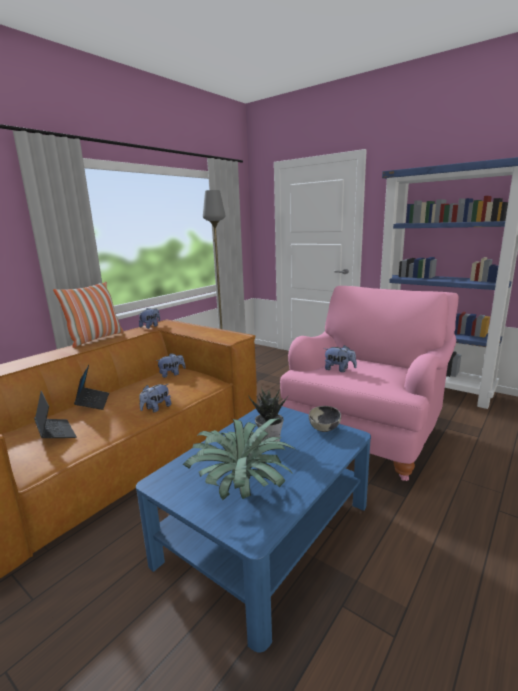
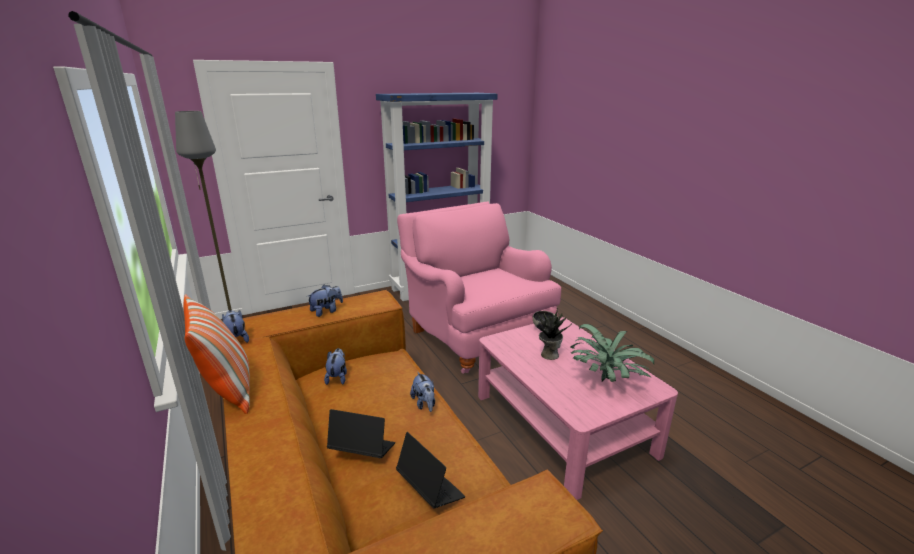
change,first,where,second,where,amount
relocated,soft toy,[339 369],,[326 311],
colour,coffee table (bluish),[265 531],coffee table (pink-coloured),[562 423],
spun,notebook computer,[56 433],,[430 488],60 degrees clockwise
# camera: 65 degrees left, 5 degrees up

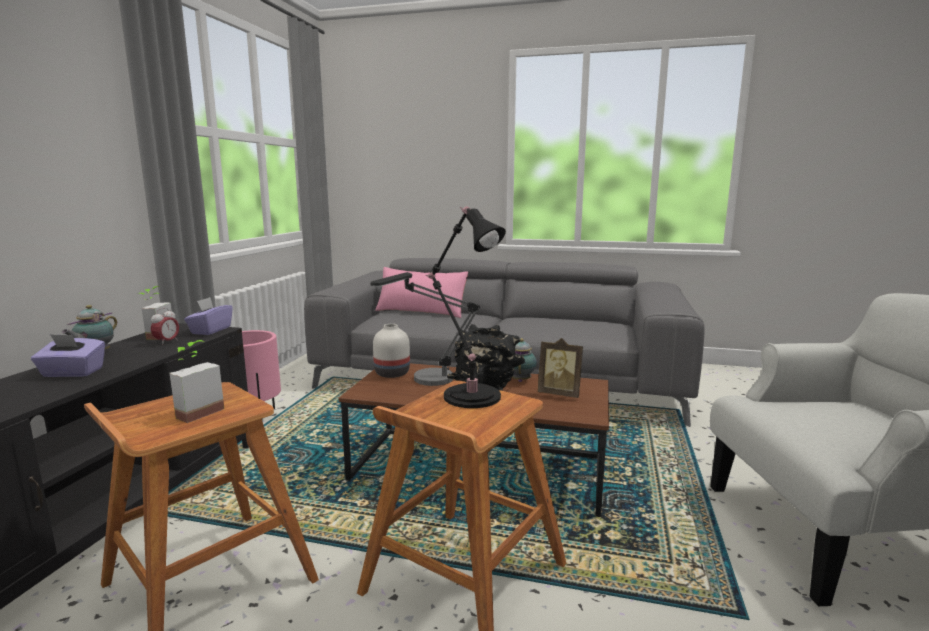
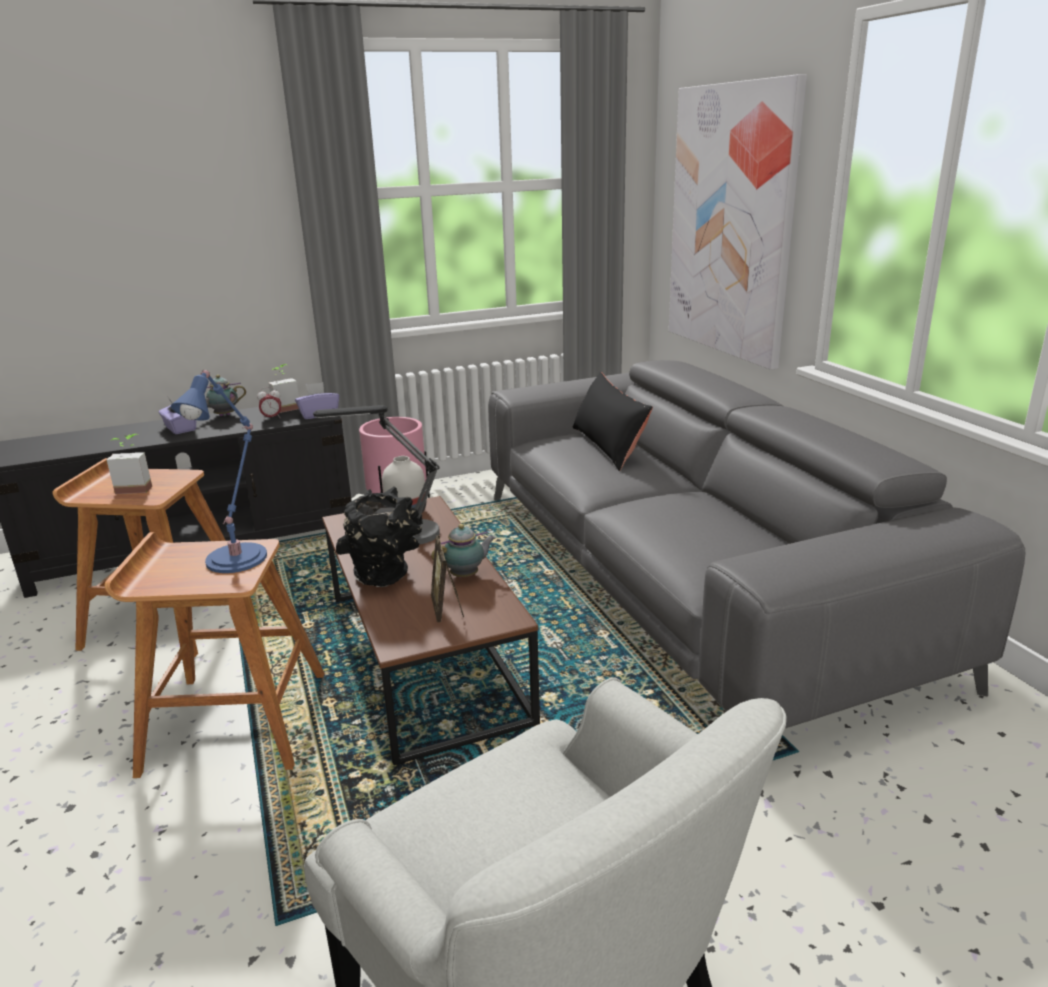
change,first,where,second,where,amount
appeared,,,wall picture,[730 223],
colour,throw pillow (pink-coloured),[421 312],throw pillow (blackish),[609 446],
colour,tabletop lamp (blackish),[468 395],tabletop lamp (bluish),[240 556],
# camera: 55 degrees right, 10 degrees up

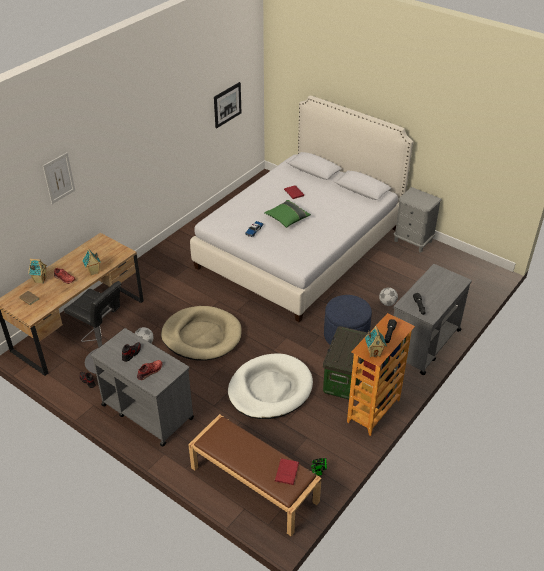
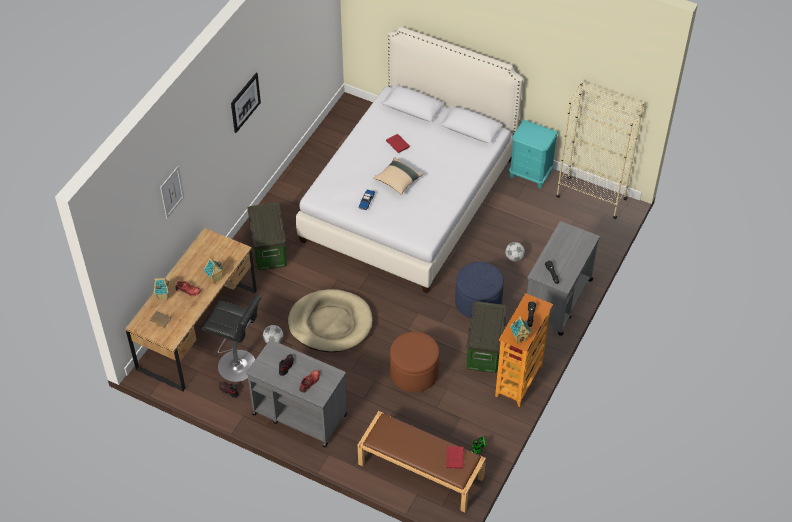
change,first,where,second,where,amount
appeared,,,storage container,[268 250],
appeared,,,shelving unit (beige),[591 198],
relocated,wall picture,[227 105],,[245 102],
exchanged,dog bed (white),[270 389],footrest (brownish),[414 373],
colour,throw pillow (green),[287 219],throw pillow (beige),[398 181],
colour,night table (greyish),[413 241],night table (turquoise-coloured),[530 174],
# camera: 10 degrees left, 10 degrees up

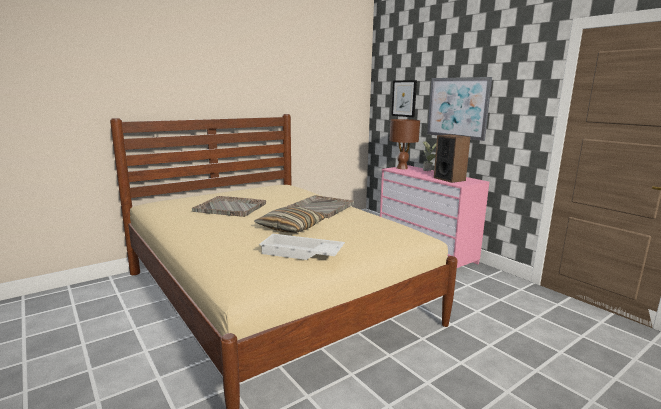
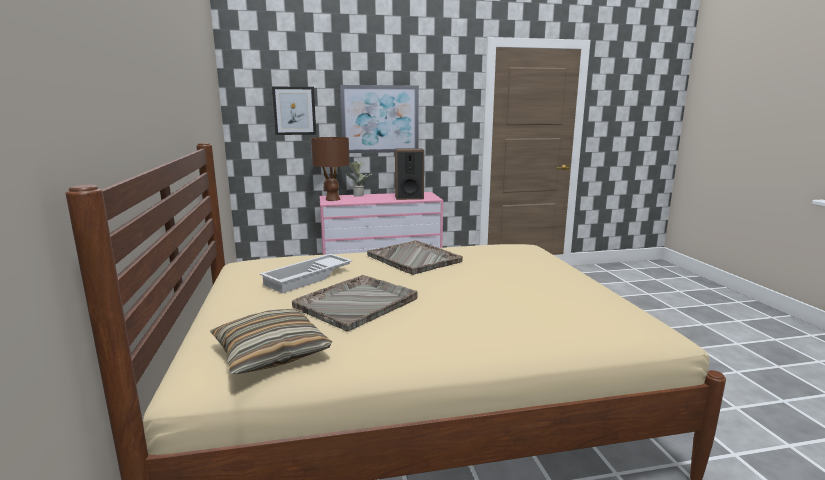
change,first,where,second,where,amount
relocated,throw pillow,[291 228],,[271 353],
relocated,tray (white),[301 253],,[308 278],
# camera: 65 degrees left, 0 degrees up

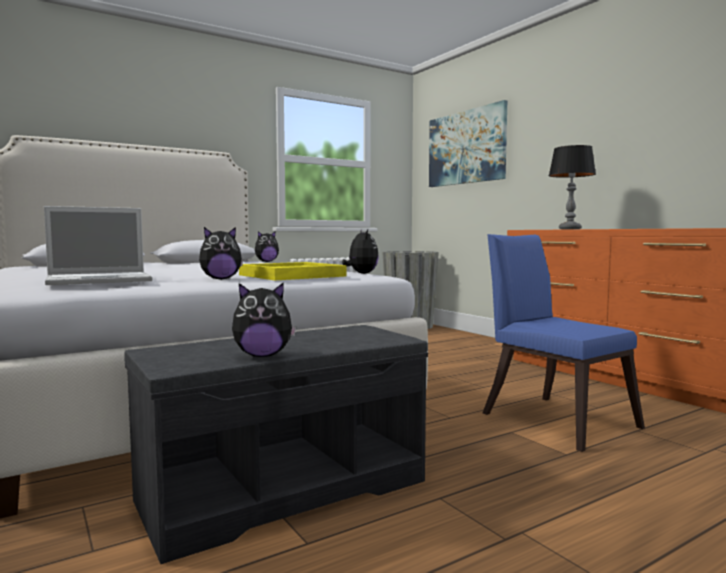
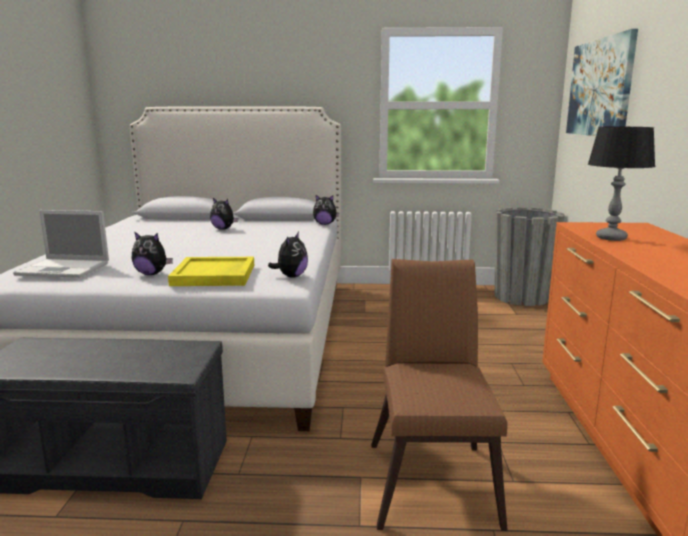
change,first,where,second,where,amount
relocated,soft toy,[263 356],,[223 229],
colour,plain chair (bluish),[553 418],plain chair (brownish),[432 477],
# camera: 35 degrees right, 10 degrees up

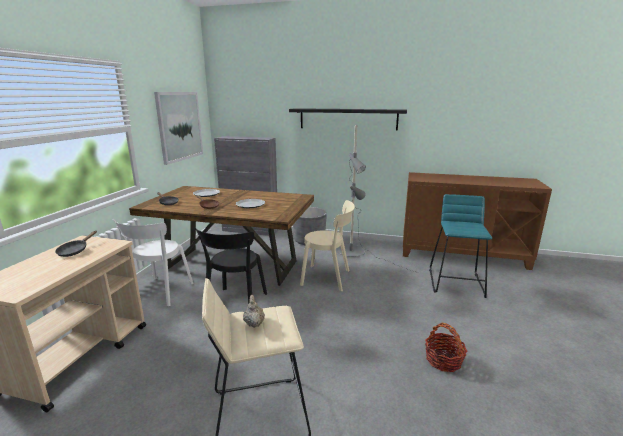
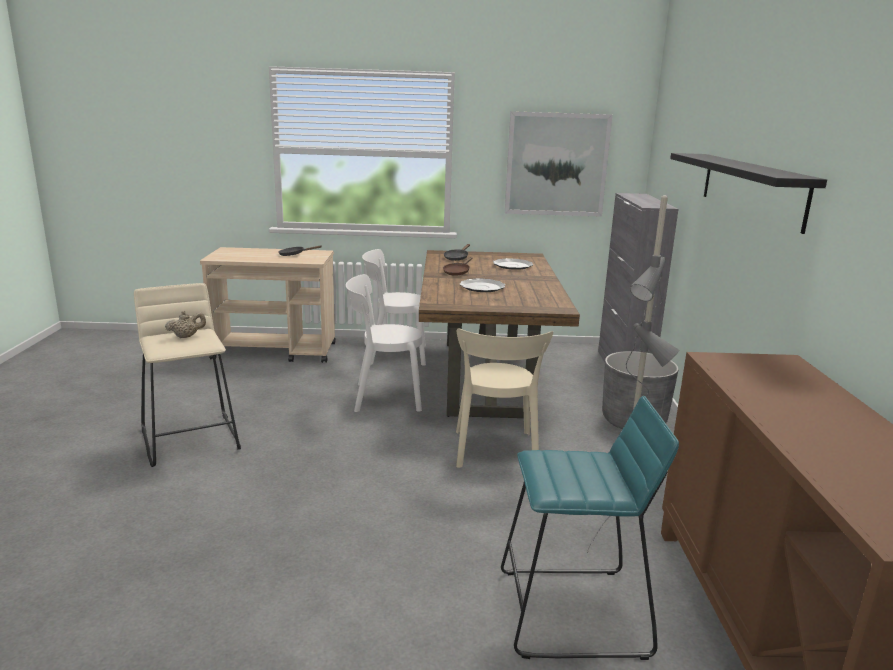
change,first,where,second,where,amount
missing,basket,[443 360],,,
colour,plain chair (blackish),[235 305],plain chair (white),[383 397],
# camera: 75 degrees right, 0 degrees up

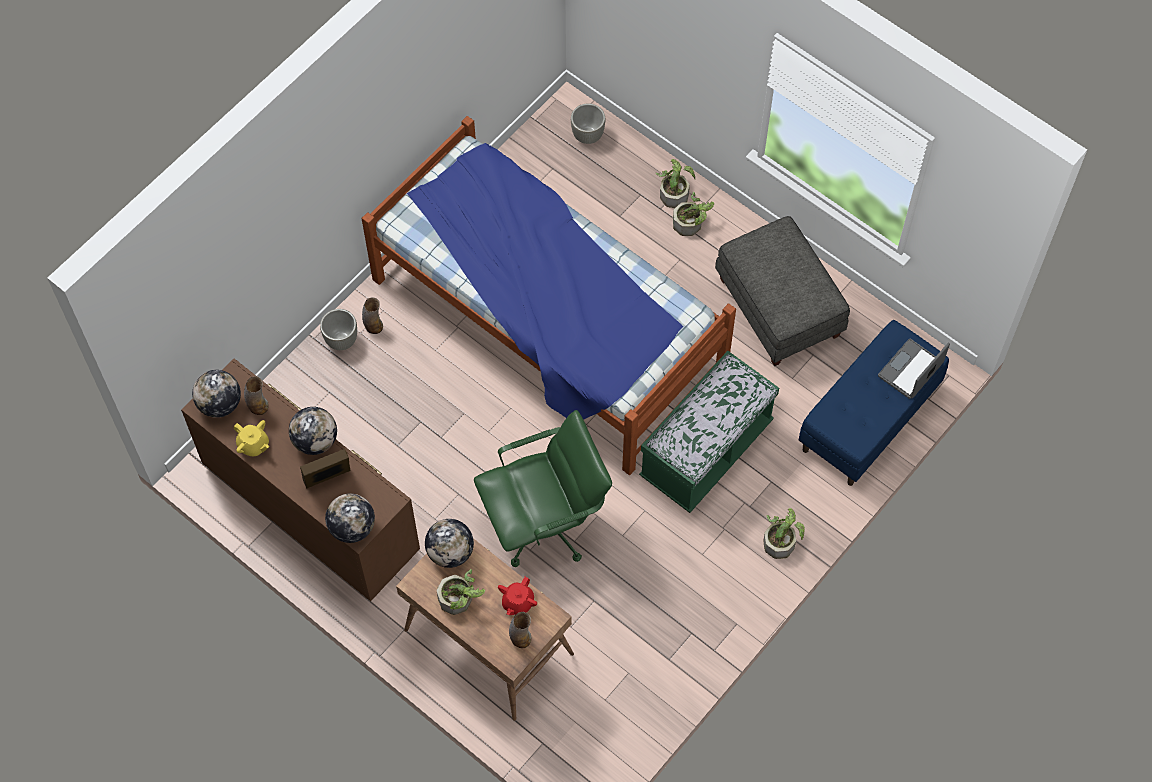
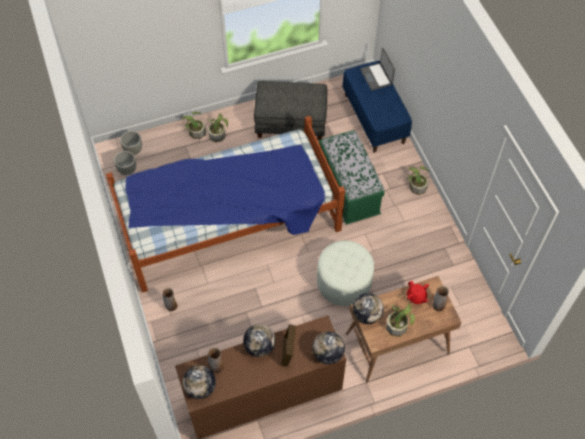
change,first,where,second,where,amount
missing,tea pot (yellow-coloured),[253 445],,,
relocated,planter (greyish),[341 340],,[127 170],
exchanged,desk chair (green),[545 522],footrest (white),[344 282],
# camera: 60 degrees left, 5 degrees down

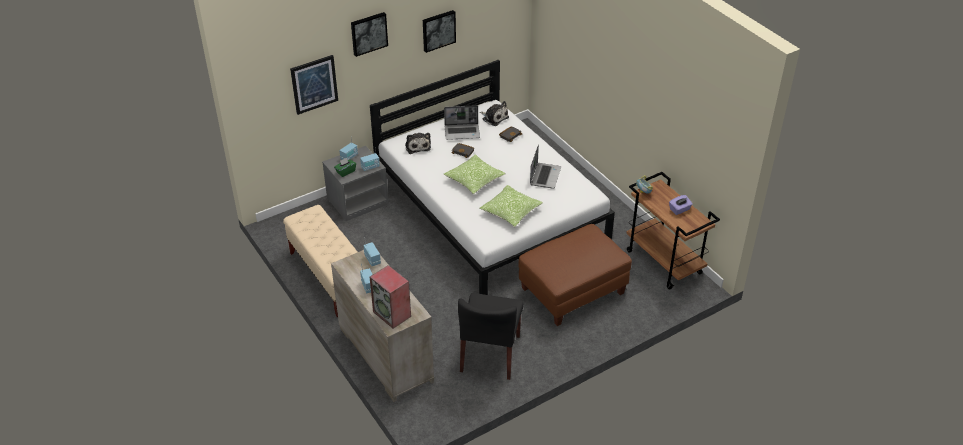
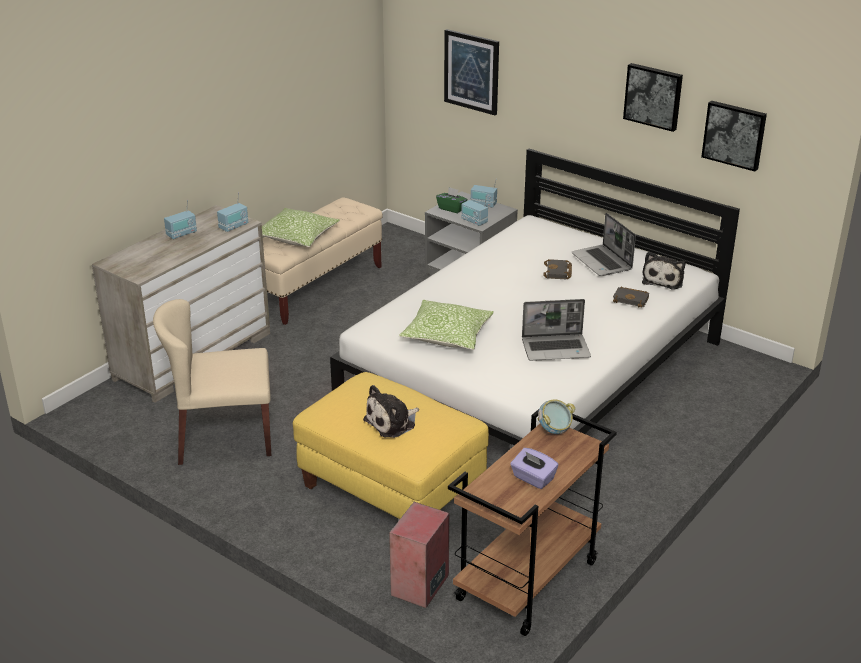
change,first,where,second,where,amount
relocated,wall picture,[368 33],,[734 134],
relocated,speaker,[392 314],,[420 586],
relocated,soft toy,[417 146],,[392 422],
relocated,throw pillow,[474 180],,[297 237],
colour,plain chair (blackish),[490 354],plain chair (beige),[223 437],
colour,footrest (brownish),[572 291],footrest (yellow-coloured),[392 488],
# camera: 70 degrees right, 10 degrees down

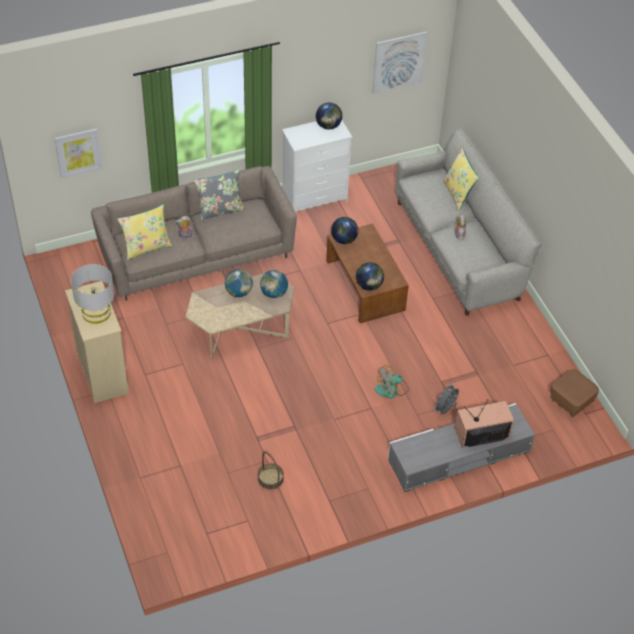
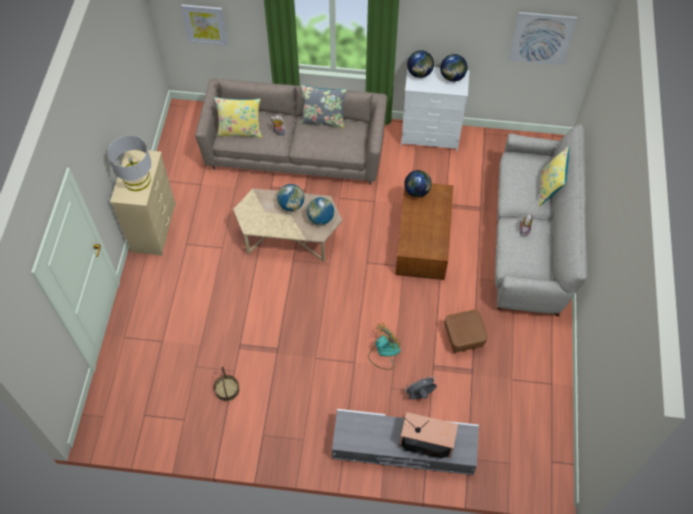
change,first,where,second,where,amount
relocated,globe,[369 286],,[419 73],
relocated,footrest (brownish),[571 402],,[463 338],
spun,electric fan,[391 389],,[383 352],135 degrees clockwise
# camera: 30 degrees right, 10 degrees up

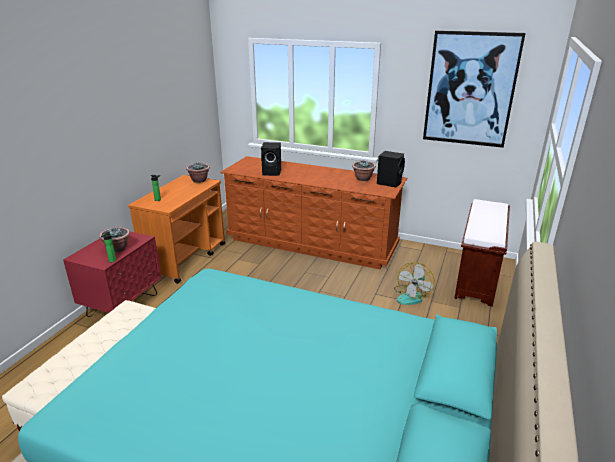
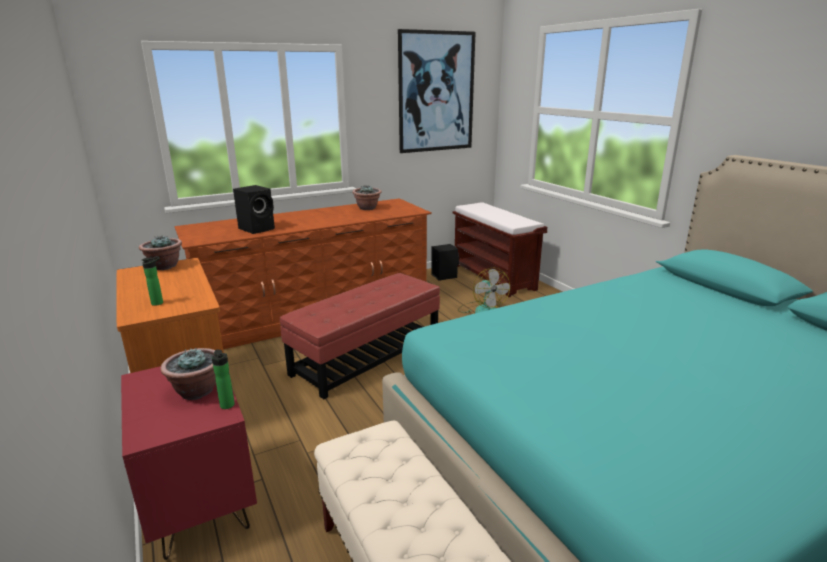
change,first,where,second,where,amount
appeared,,,footrest (reddish),[366 356],
relocated,speaker (blackish),[389 182],,[444 276],
# camera: 50 degrees left, 5 degrees down

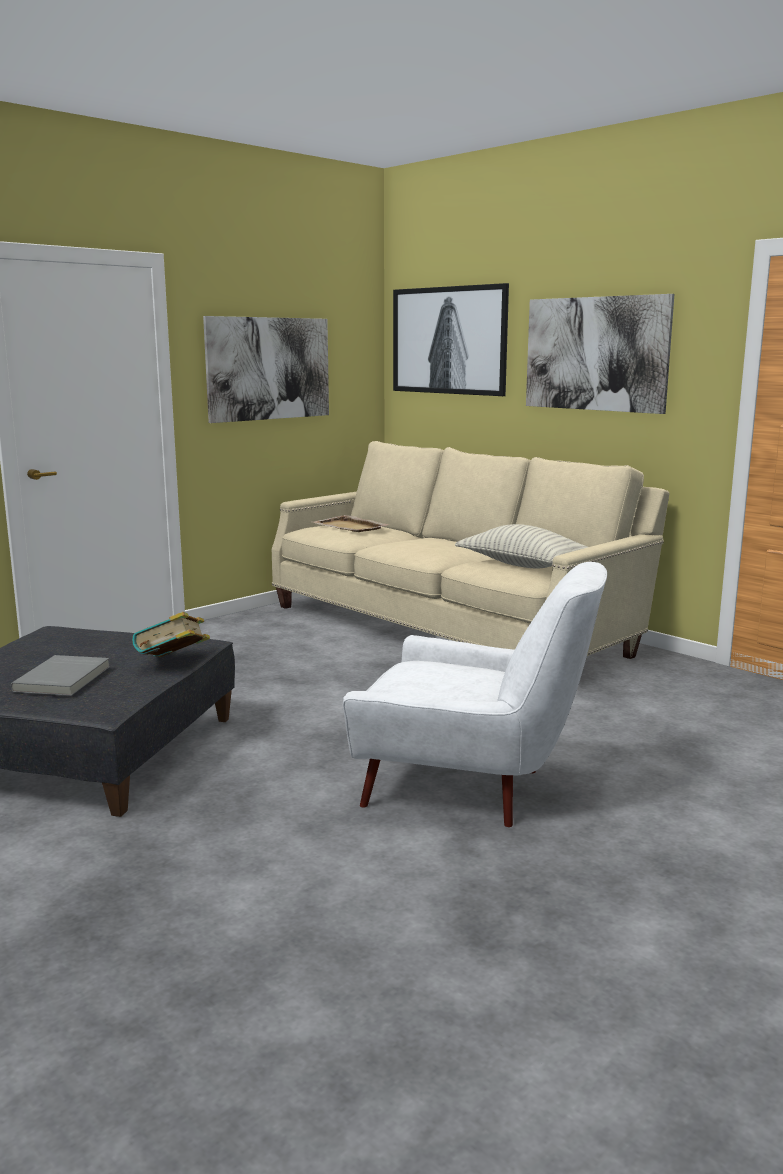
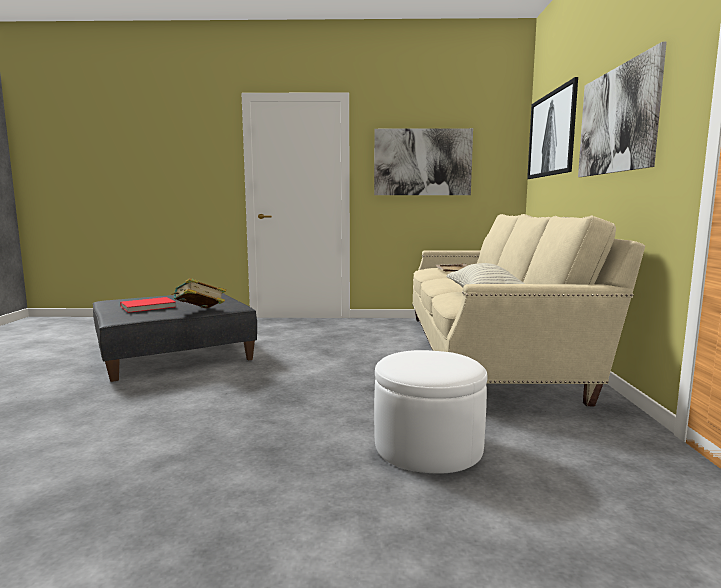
change,first,where,second,where,amount
missing,easy chair (white),[471 789],,,
appeared,,,footrest (white),[428 446],
colour,book (greyish),[64 679],book (reddish),[148 307],
# camera: 45 degrees right, 5 degrees down

